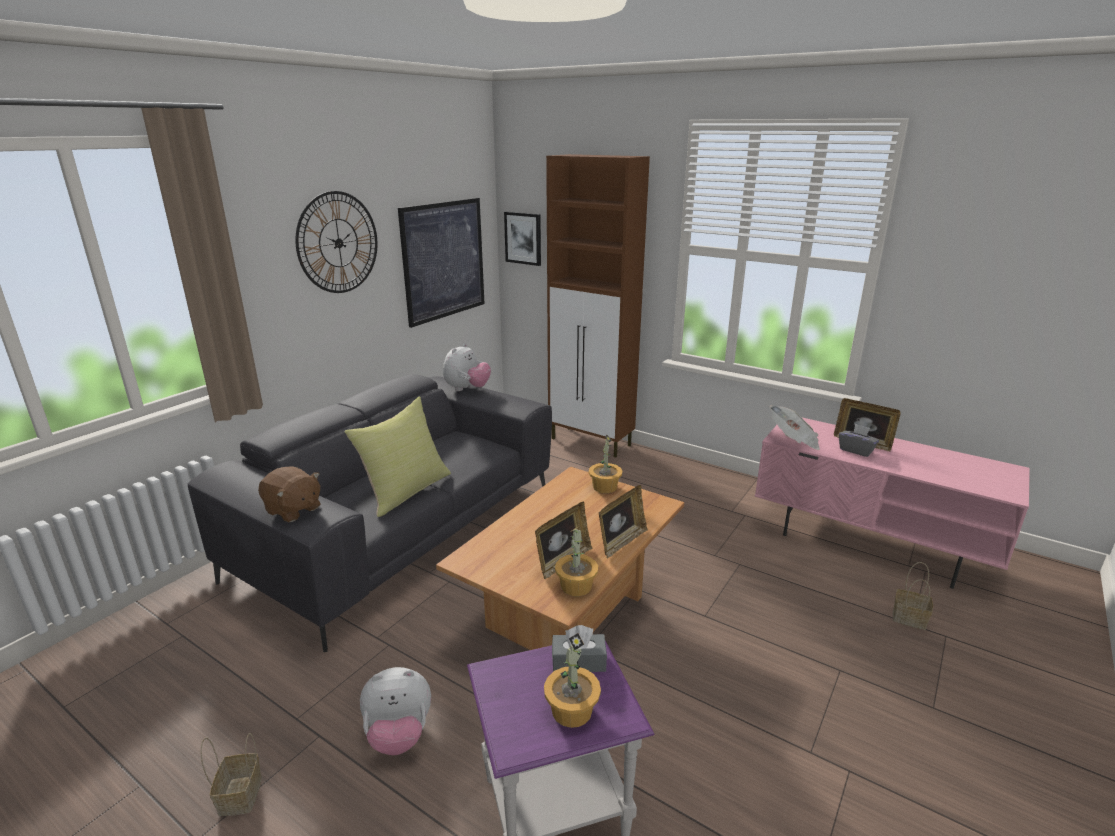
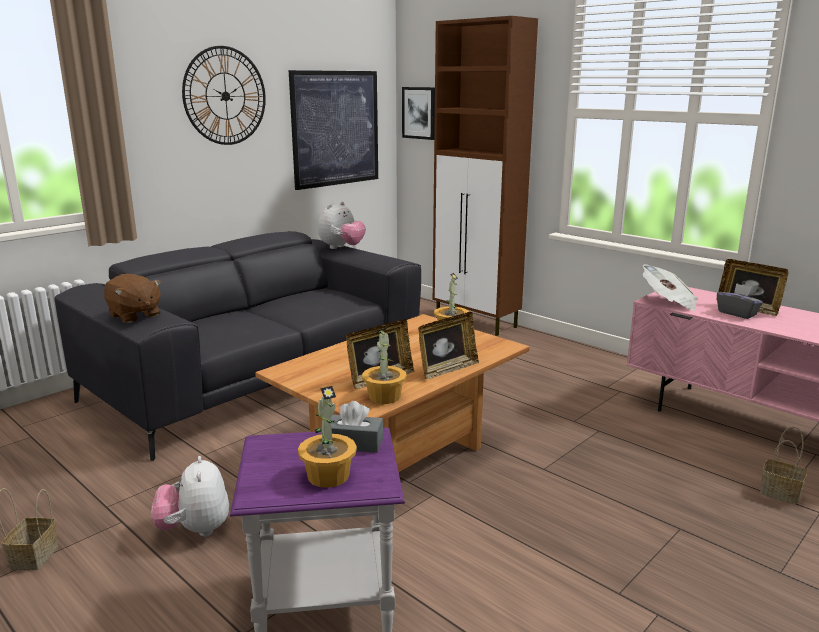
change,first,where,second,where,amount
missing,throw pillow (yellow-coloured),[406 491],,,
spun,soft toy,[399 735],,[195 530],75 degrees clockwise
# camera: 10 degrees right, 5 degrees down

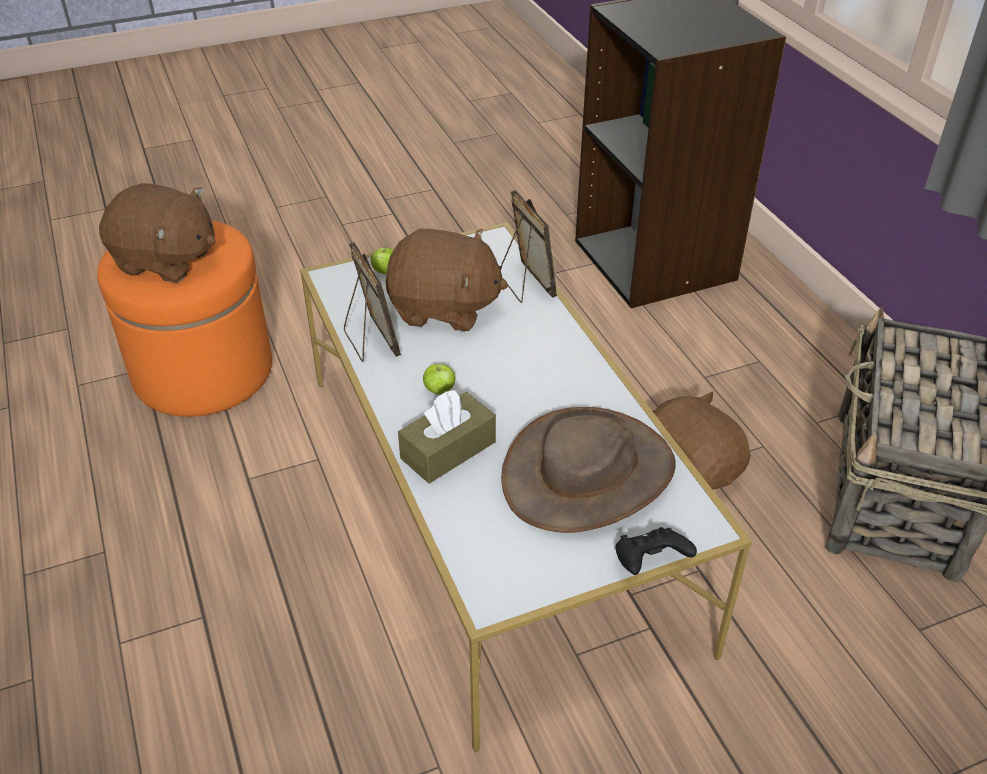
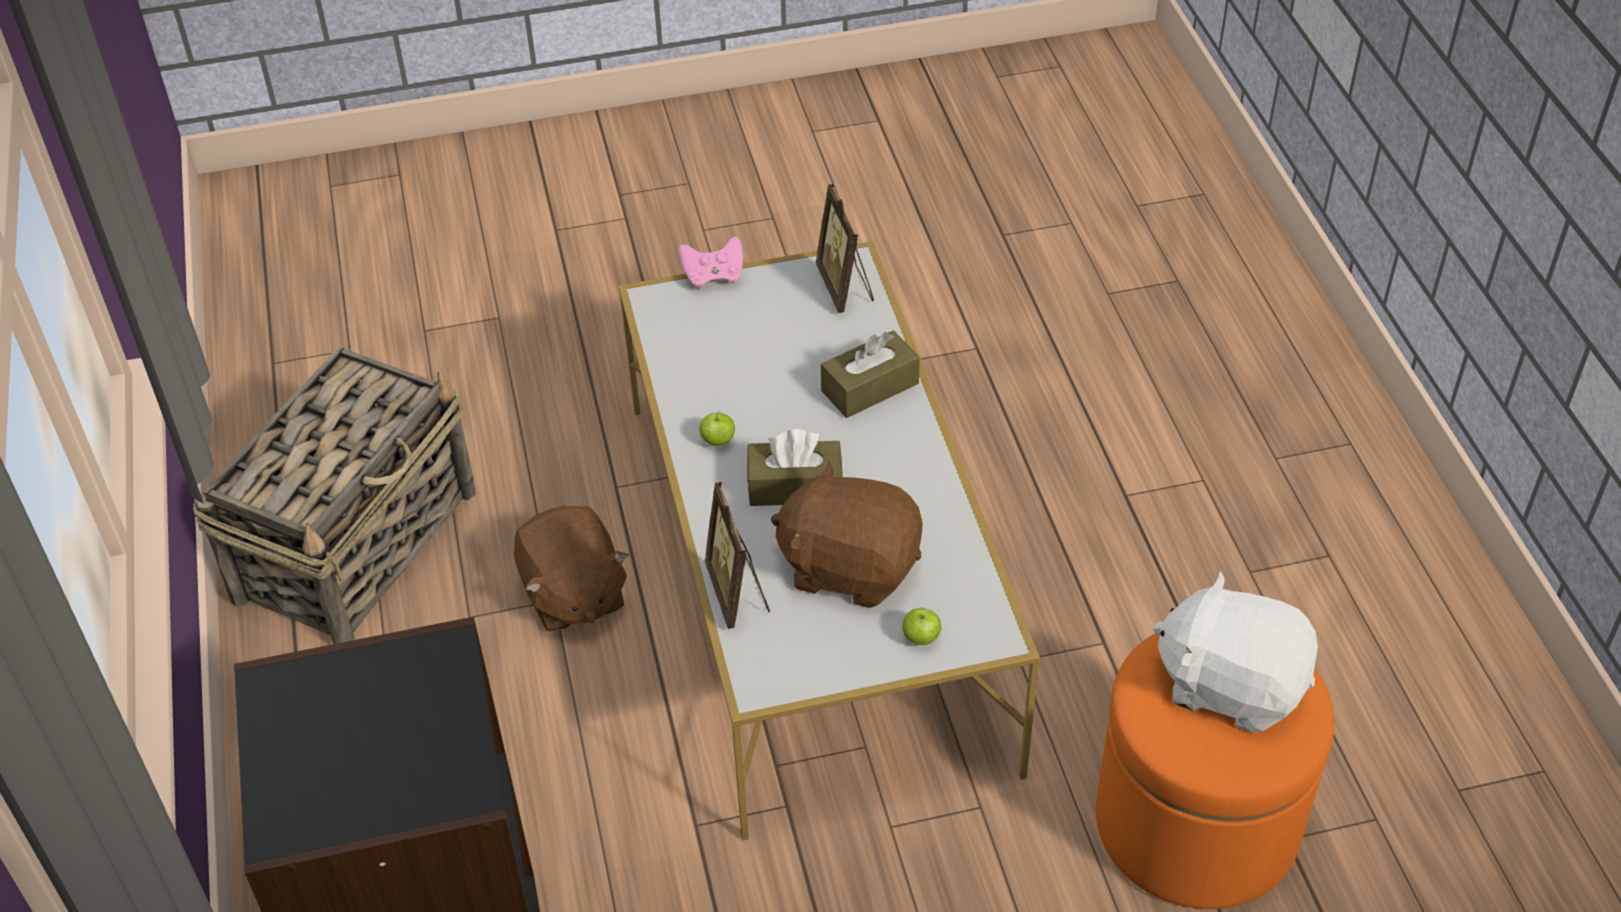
change,first,where,second,where,amount
missing,hat (brownish),[588 474],,,
appeared,,,tissue holder (brownish),[795 486],
relocated,picture frame,[370 342],,[845 287],
relocated,apple fruit,[439 390],,[718 441],
colour,soft toy (brownish),[166 261],soft toy (white),[1231 684],
colour,gamepad (blackish),[649 563],gamepad (pink-coloured),[713 276],
# camera: 170 degrees left, 5 degrees up

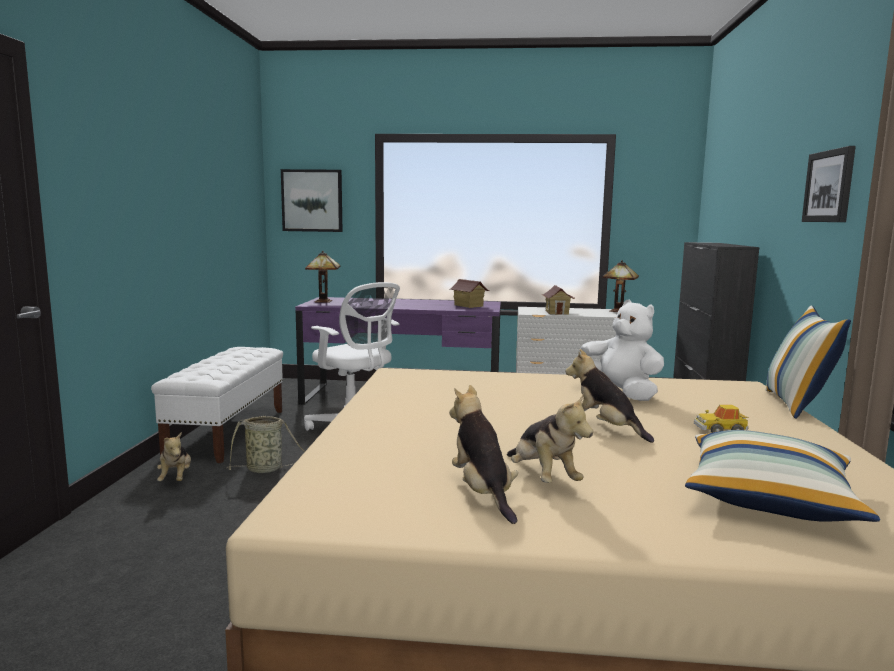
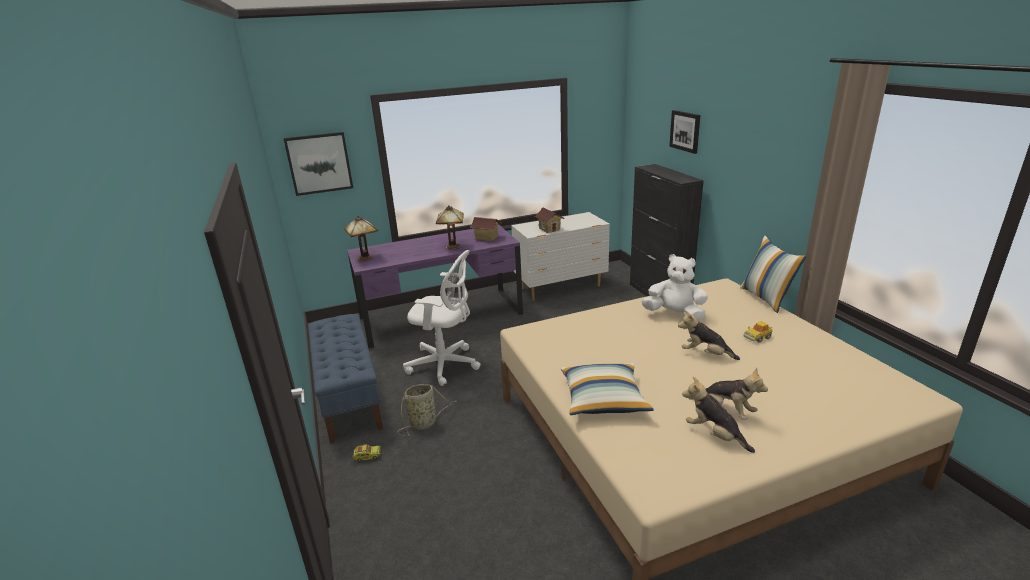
change,first,where,second,where,amount
relocated,tabletop lamp,[617 311],,[452 246],
relocated,throw pillow,[769 499],,[603 400],
relocated,wall picture,[829 186],,[685 131],
exchanged,soft toy,[176 478],toy lorry,[367 456],
colour,bench (white),[228 433],bench (bluish),[349 397],
# camera: 25 degrees left, 15 degrees up

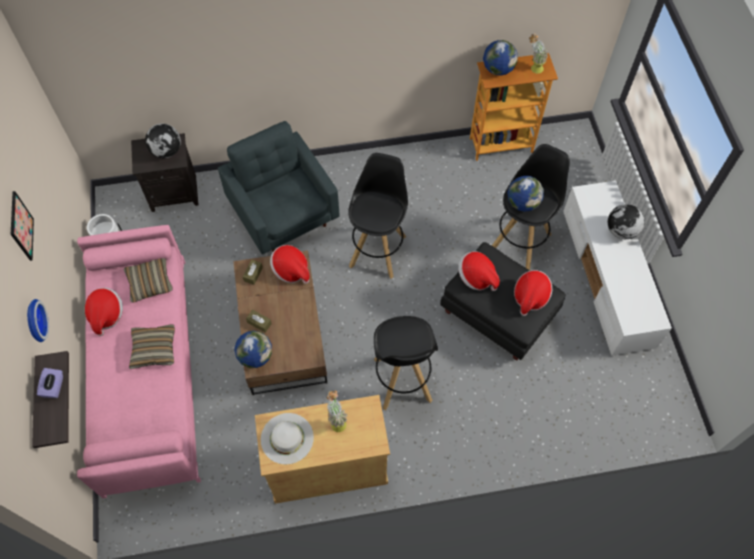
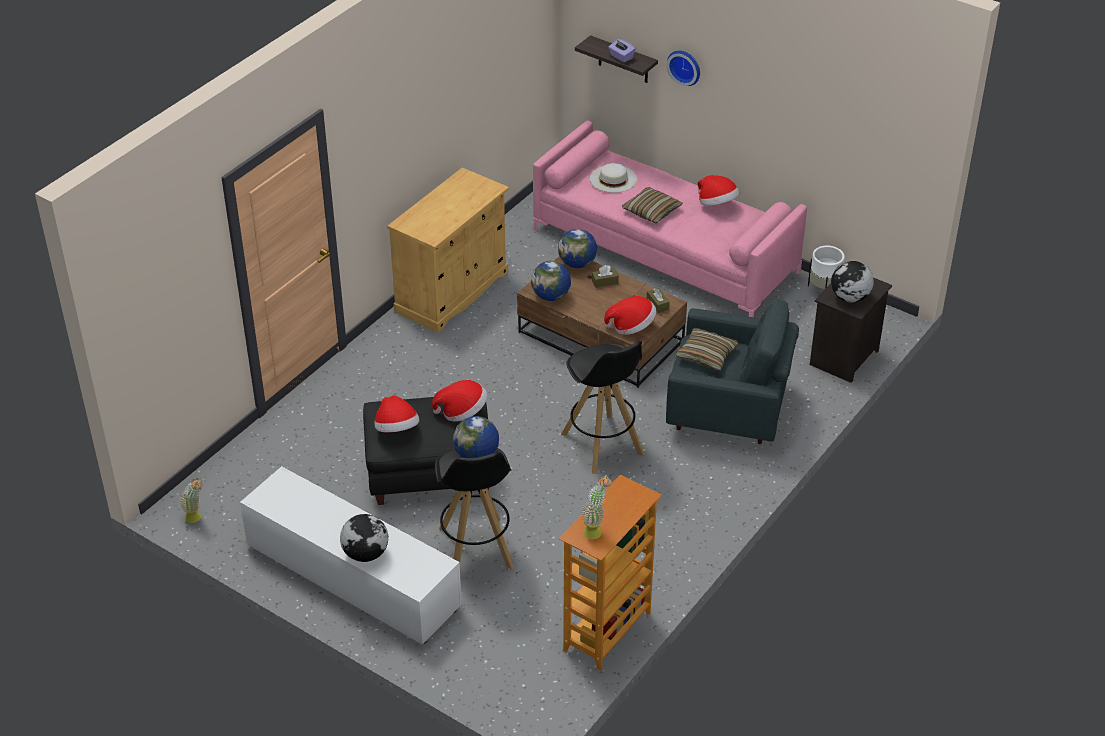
change,first,where,second,where,amount
missing,wall picture,[21 226],,,
missing,sitting stool (blackish),[402 381],,,
relocated,throw pillow,[150 283],,[706 355],
relocated,hat (white),[287 438],,[613 179],
relocated,potted plant,[337 421],,[196 518],
relocated,globe,[498 69],,[551 296],
# camera: 135 degrees right, 20 degrees down

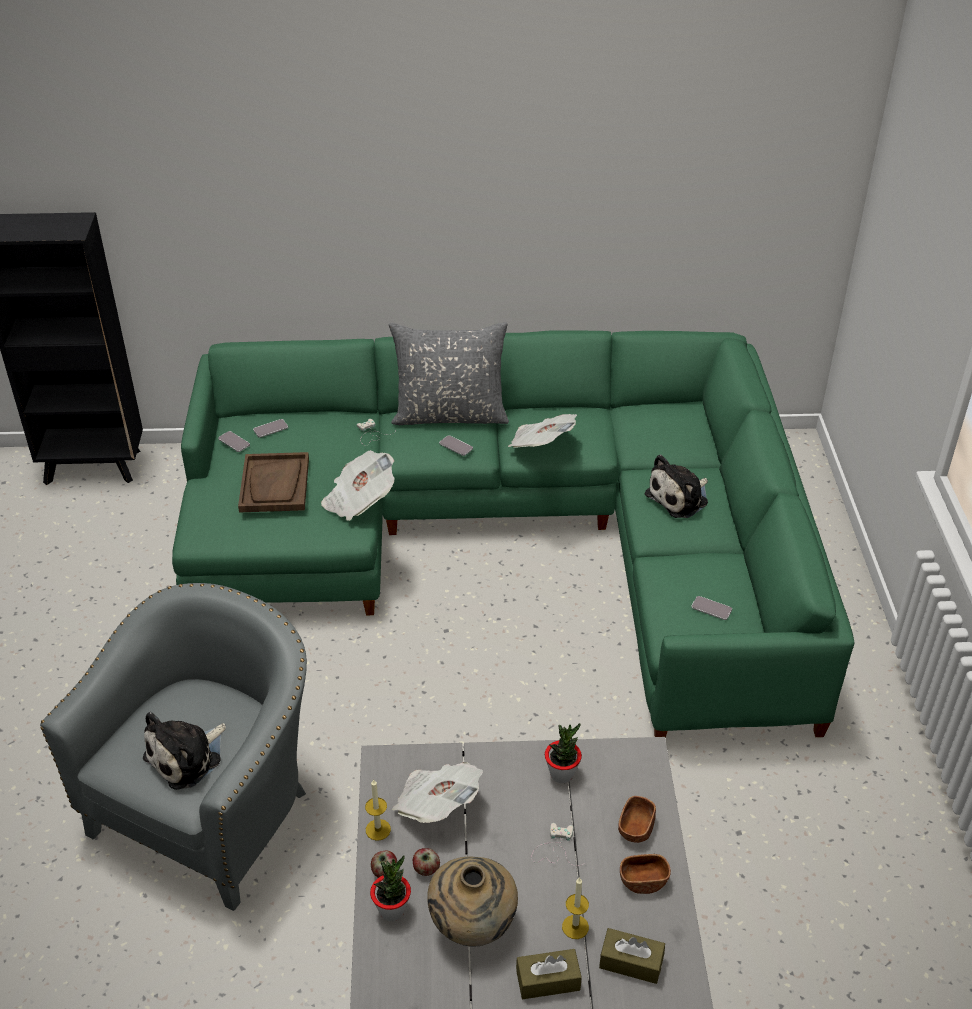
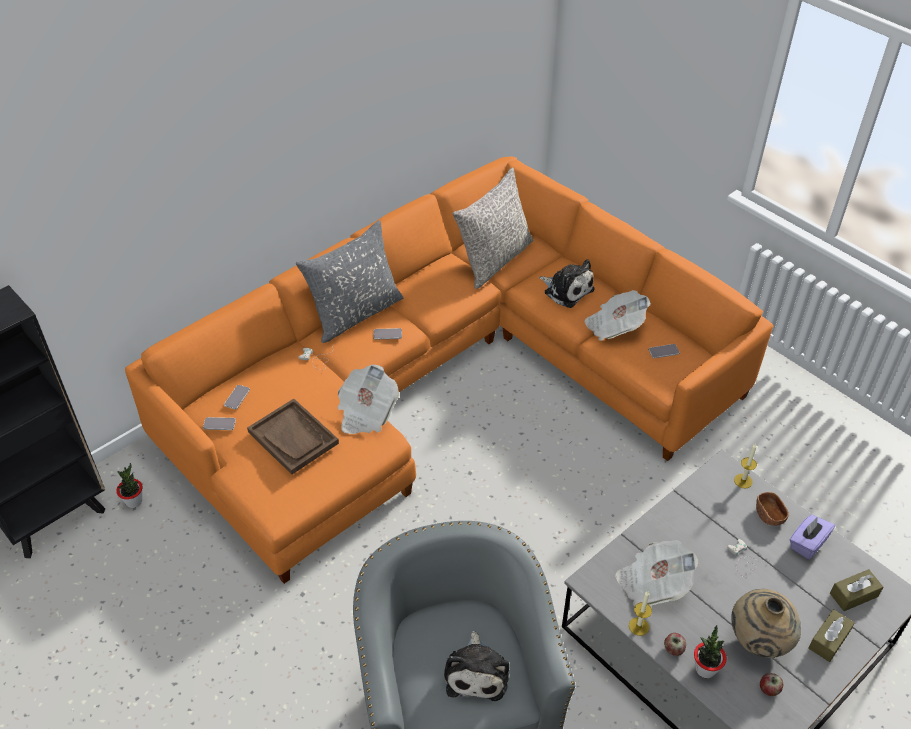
change,first,where,second,where,amount
appeared,,,throw pillow (greyish),[494 260],
relocated,apple fruit,[426 869],,[769 689],
relocated,newspaper,[541 445],,[614 327],
relocated,potted plant,[562 774],,[134 501],
relocated,wax light,[575 927],,[743 481],
exchanged,deep dish (brownish),[643 881],tissue holder (purplish),[807 543],
colour,couch (green),[516 537],couch (orangey),[443 380],
spun,soft toy,[680 498],,[566 290],60 degrees counterclockwise
# camera: 40 degrees left, 5 degrees up

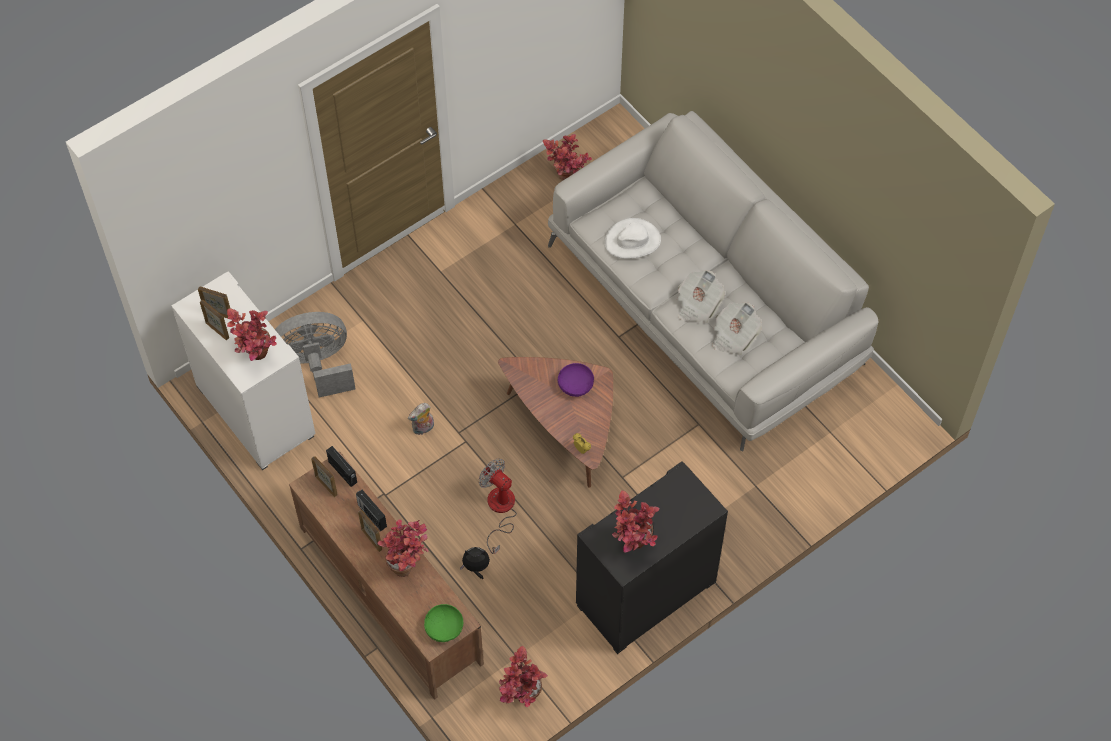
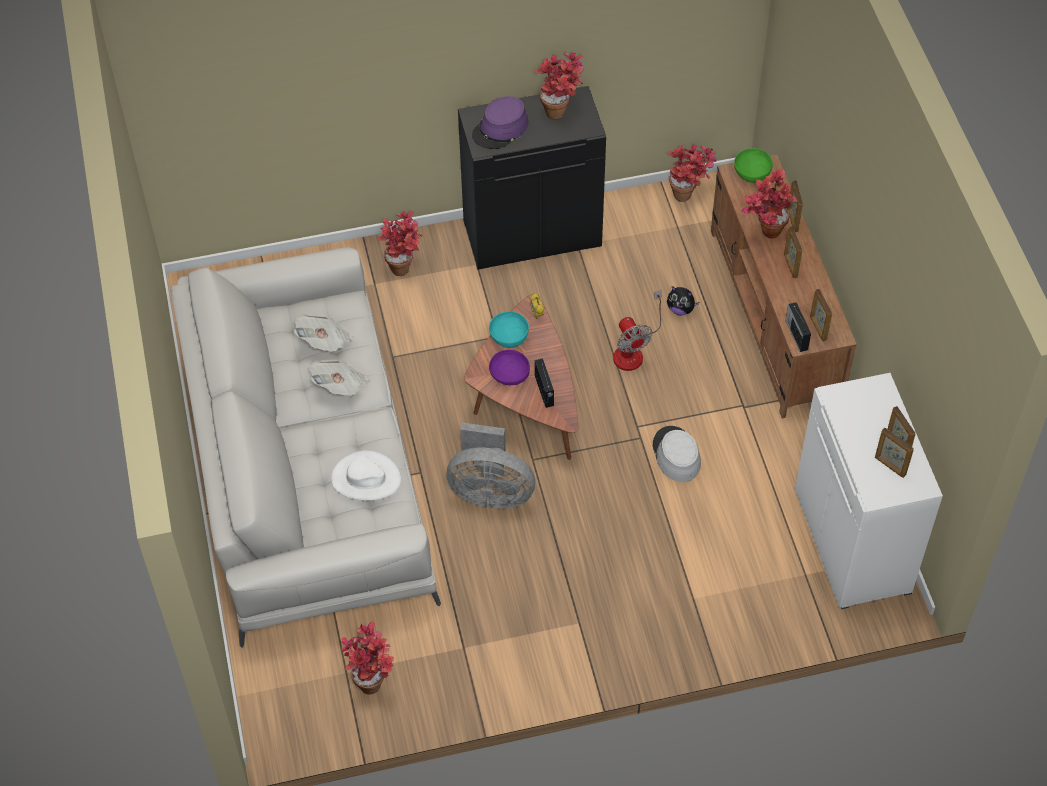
change,first,where,second,where,amount
appeared,,,hat (purplish),[500 129],
appeared,,,deep dish (turquoise-coloured),[508 337],
appeared,,,picture frame,[792 220],
relocated,potted plant,[257 359],,[404 265],
relocated,electric fan (greyish),[317 365],,[490 492],
relocated,radio,[372 515],,[544 391],
exchanged,soft toy,[423 429],hat (greyish),[676 455],
# camera: 155 degrees left, 5 degrees down

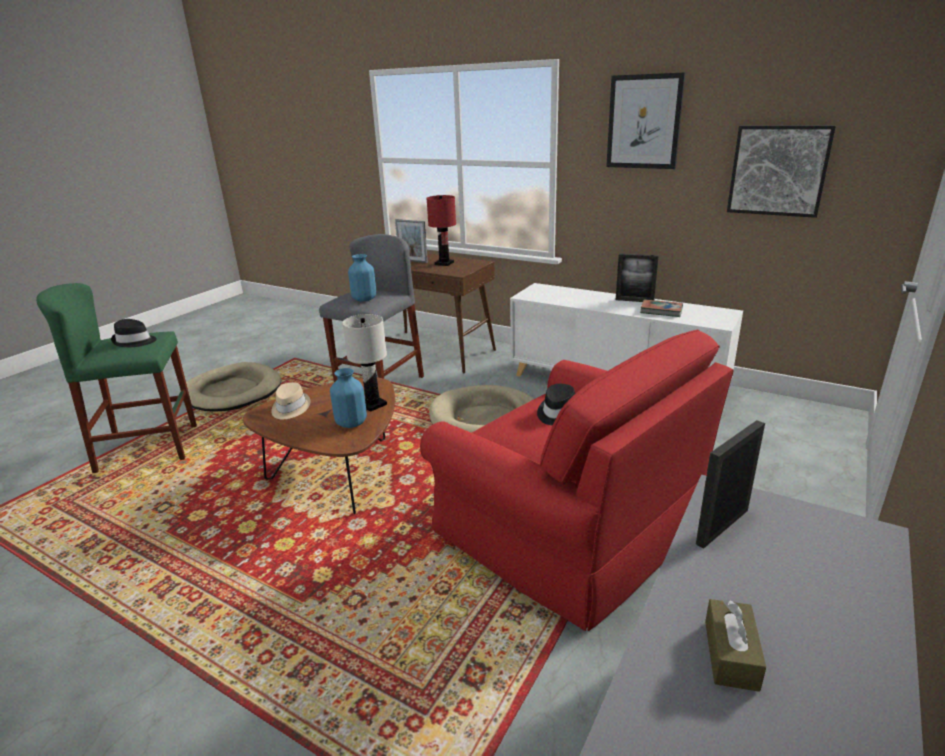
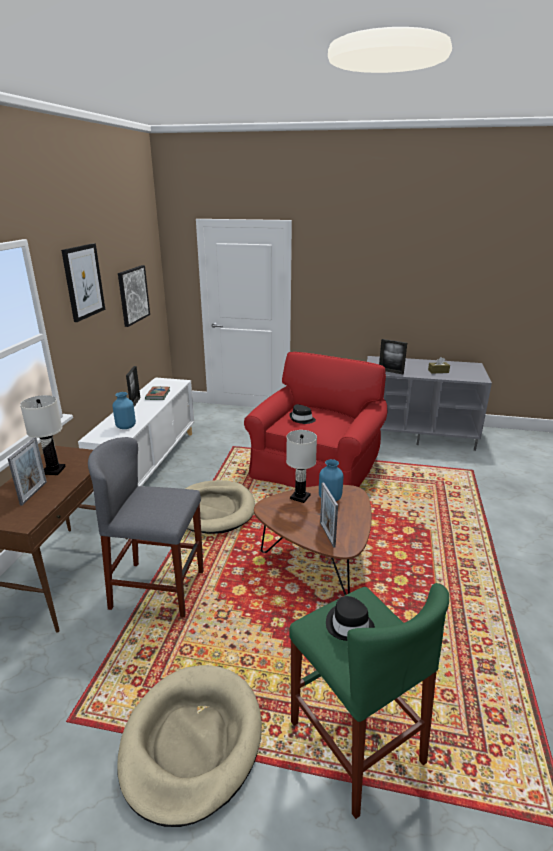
change,first,where,second,where,amount
relocated,flower vase (bluish),[364 299],,[125 427],
exchanged,hat (beige),[290 408],picture frame,[327 534],
colour,tabletop lamp (reddish),[444 263],tabletop lamp (white),[53 470],
# camera: 110 degrees left, 0 degrees up

